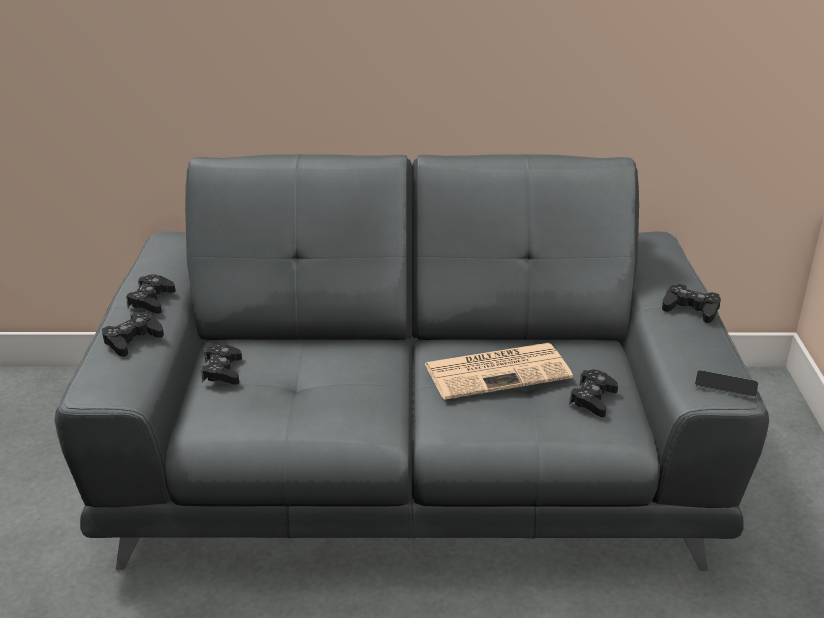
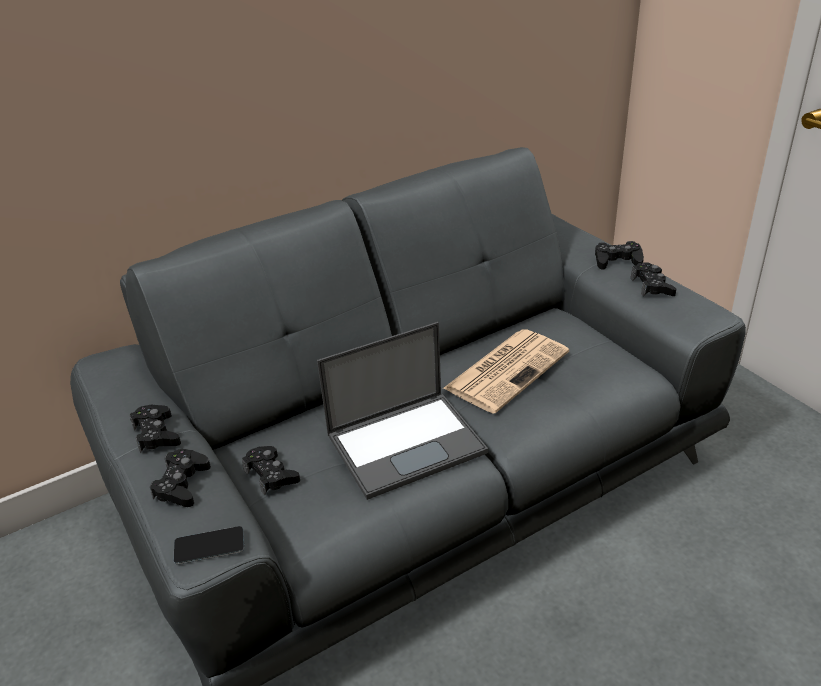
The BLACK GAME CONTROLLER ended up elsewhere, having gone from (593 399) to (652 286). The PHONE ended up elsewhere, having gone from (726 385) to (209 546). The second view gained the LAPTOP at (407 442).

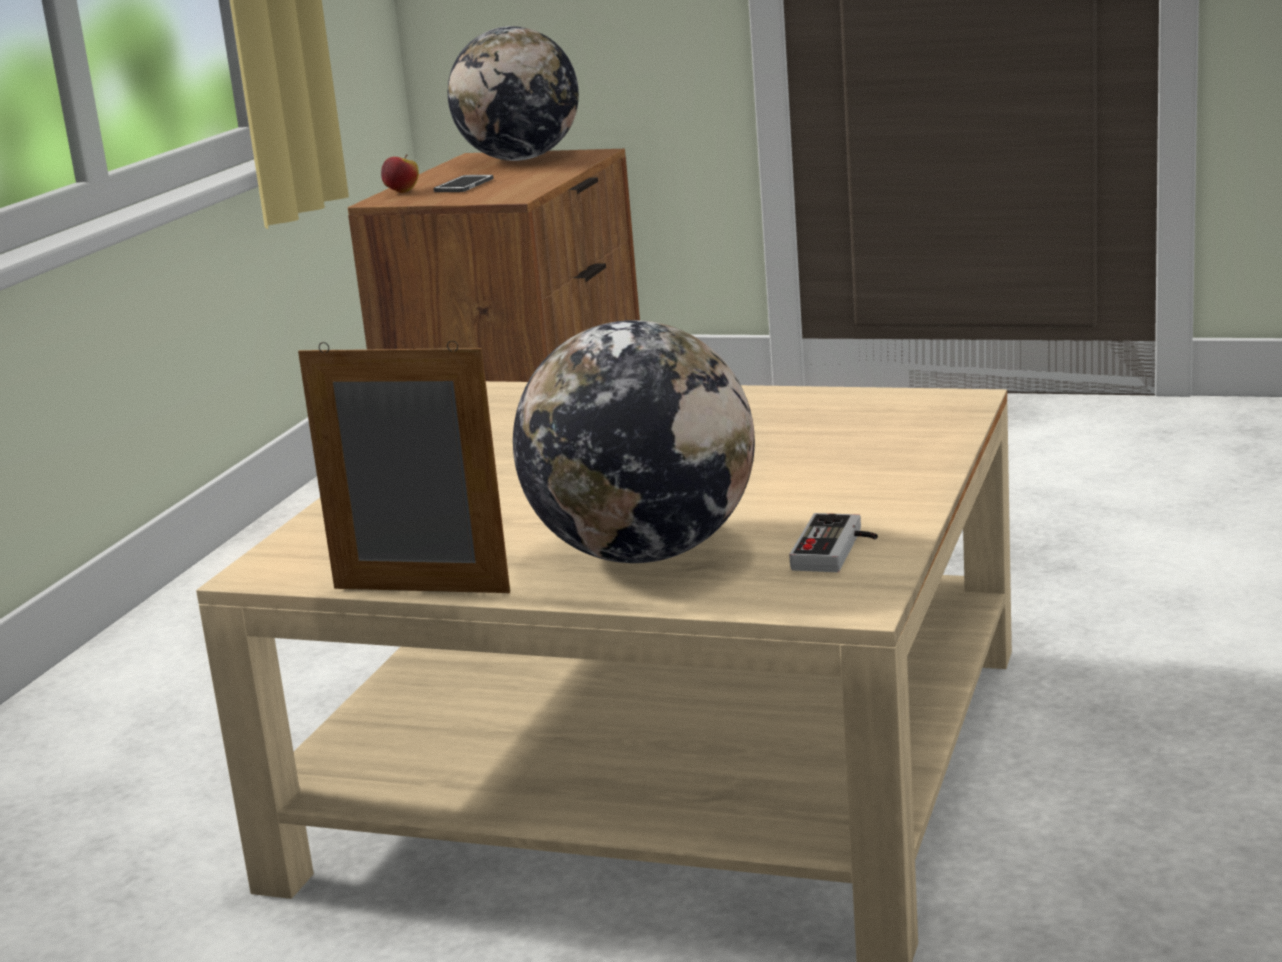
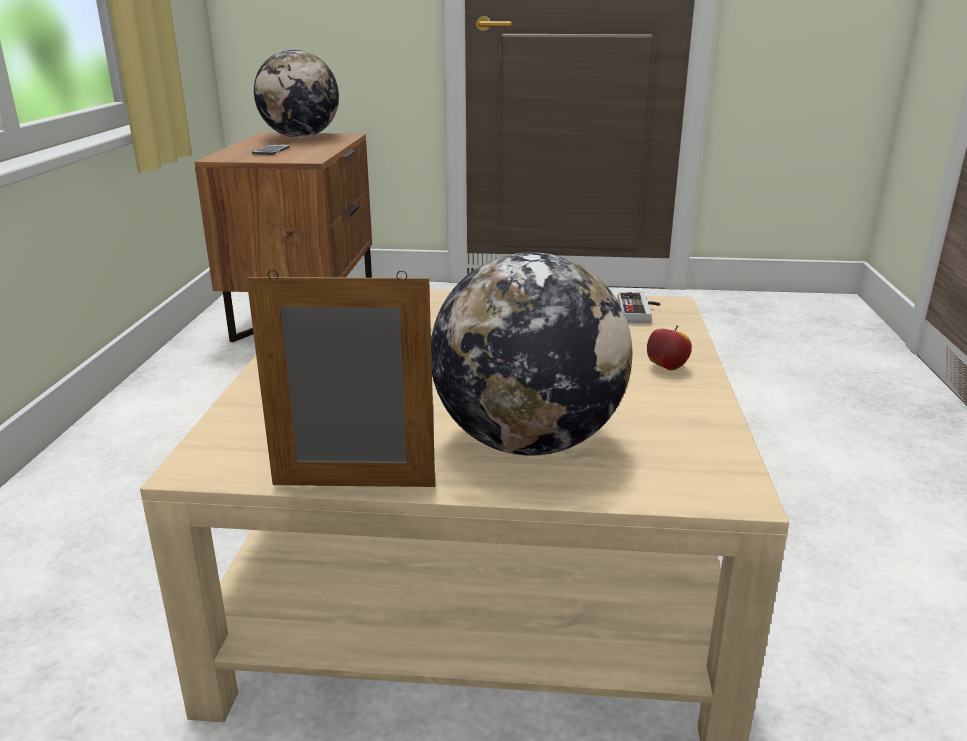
The APPLE ended up elsewhere, having gone from (402 192) to (666 367). The GAME CONTROLLER ended up elsewhere, having gone from (838 550) to (640 312).

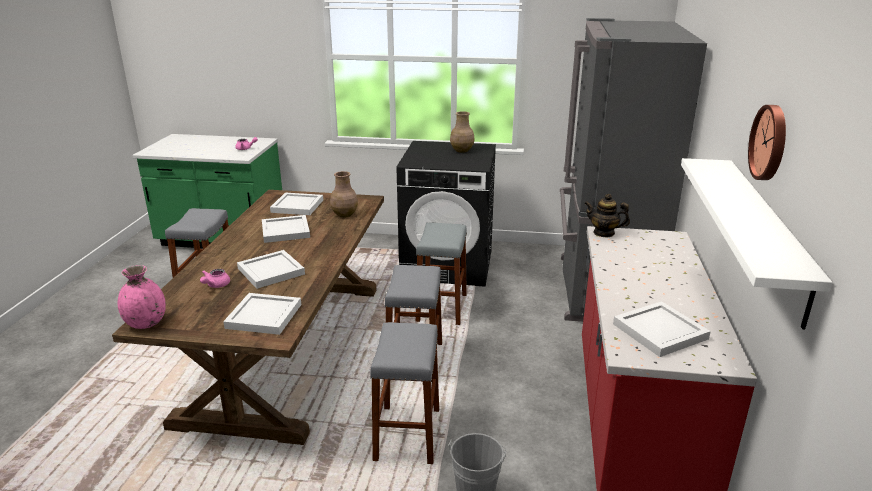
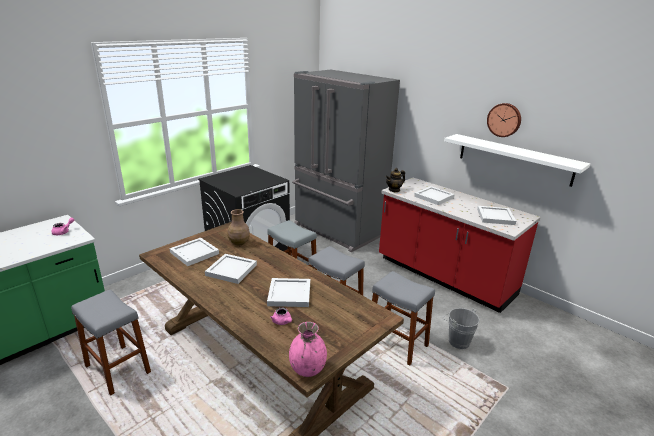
The WHITE TRAY ended up elsewhere, having gone from (262 316) to (434 197). The second view lost the BROWN VASE at (462 150).

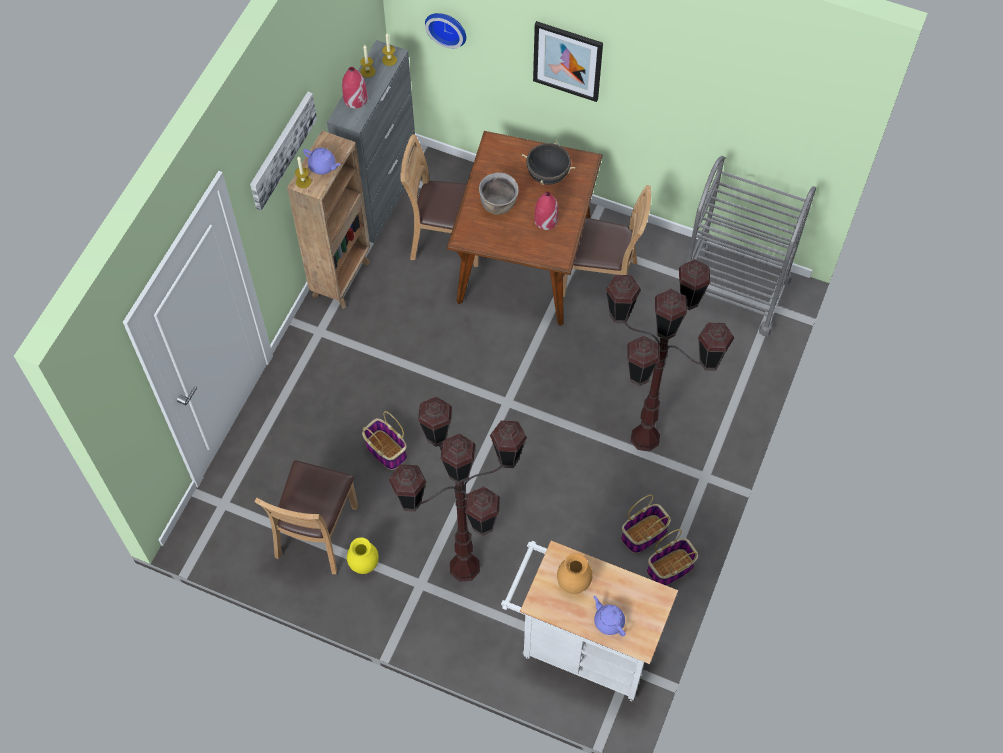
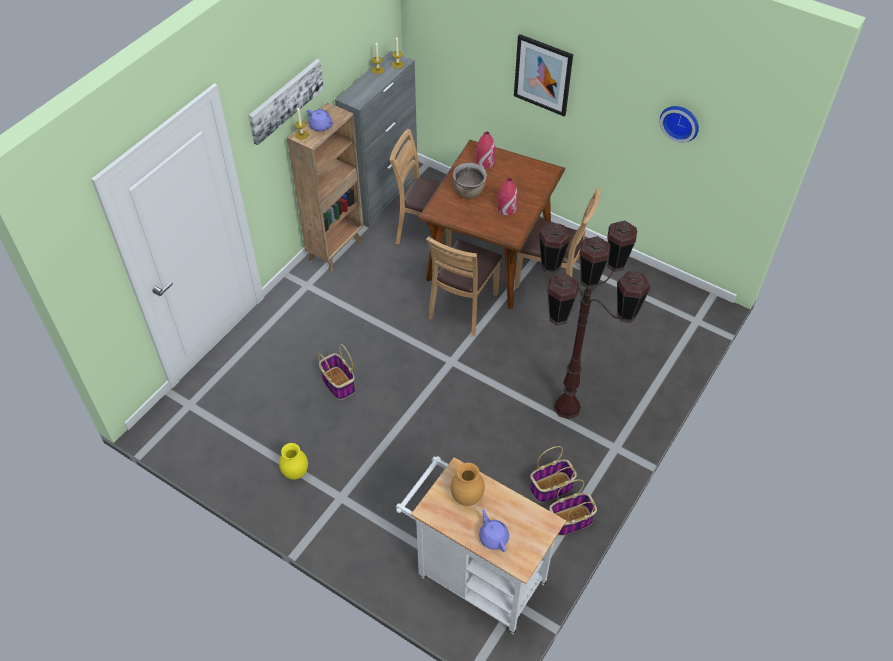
The BROWN CHAIR ended up elsewhere, having gone from (317 533) to (463 307). The RED VASE ended up elsewhere, having gone from (355 99) to (485 162). The second view lost the BROWN FLOOR LAMP at (465 567). The WALL CLOCK ended up elsewhere, having gone from (447 27) to (680 122). The second view lost the BLACK COOKING POT at (547 175). The second view lost the GREY CART at (733 290).

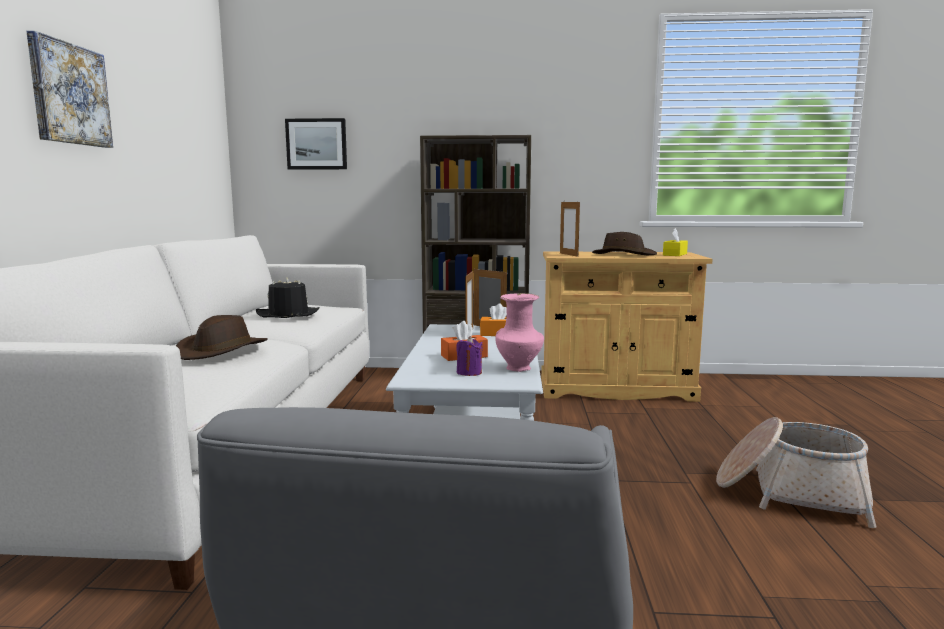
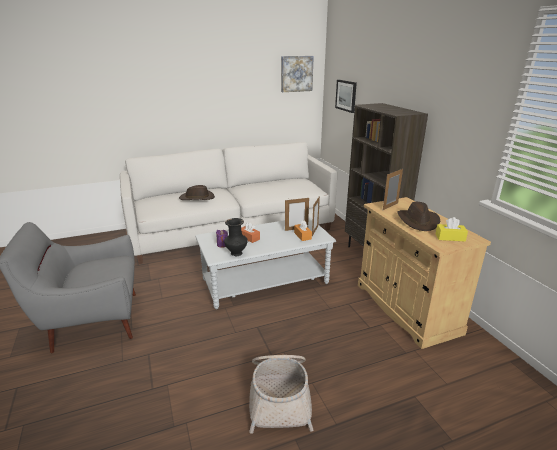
The PICTURE ended up elsewhere, having gone from (69 94) to (296 73). The second view lost the BLACK HAT at (288 314). What was the PINK VASE at (519 368) turned into the BLACK VASE at (236 254).

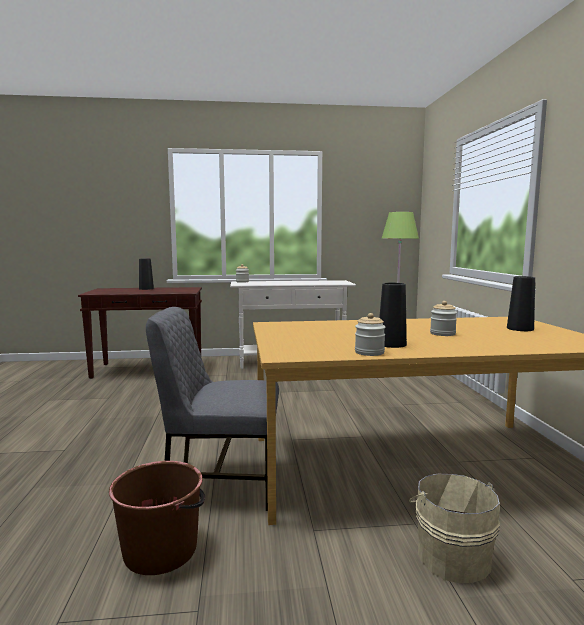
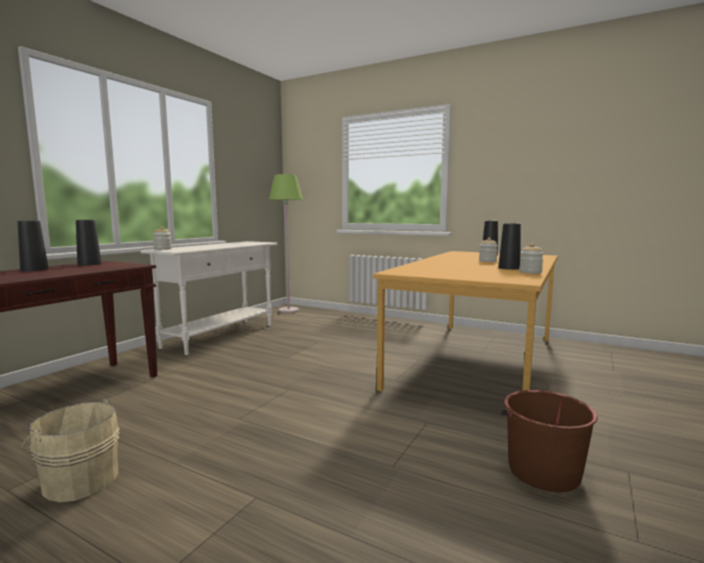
The second view lost the GREY CHAIR at (221 482). The BEIGE BUCKET ended up elsewhere, having gone from (451 556) to (79 480). The second view gained the BLACK VASE at (89 264).

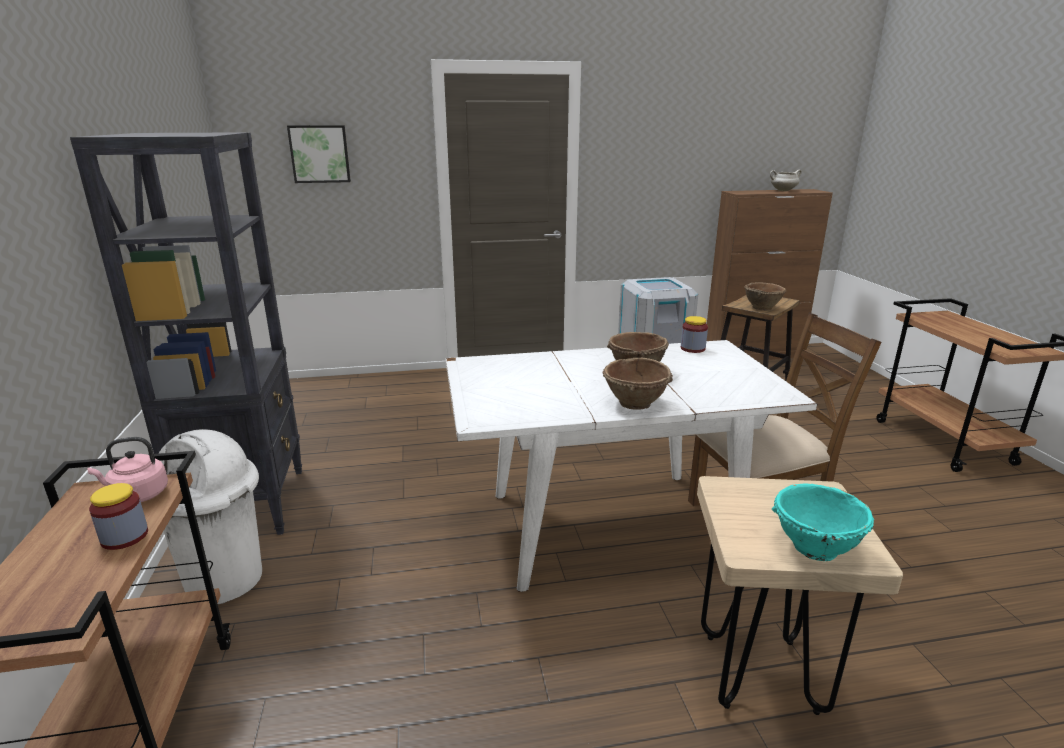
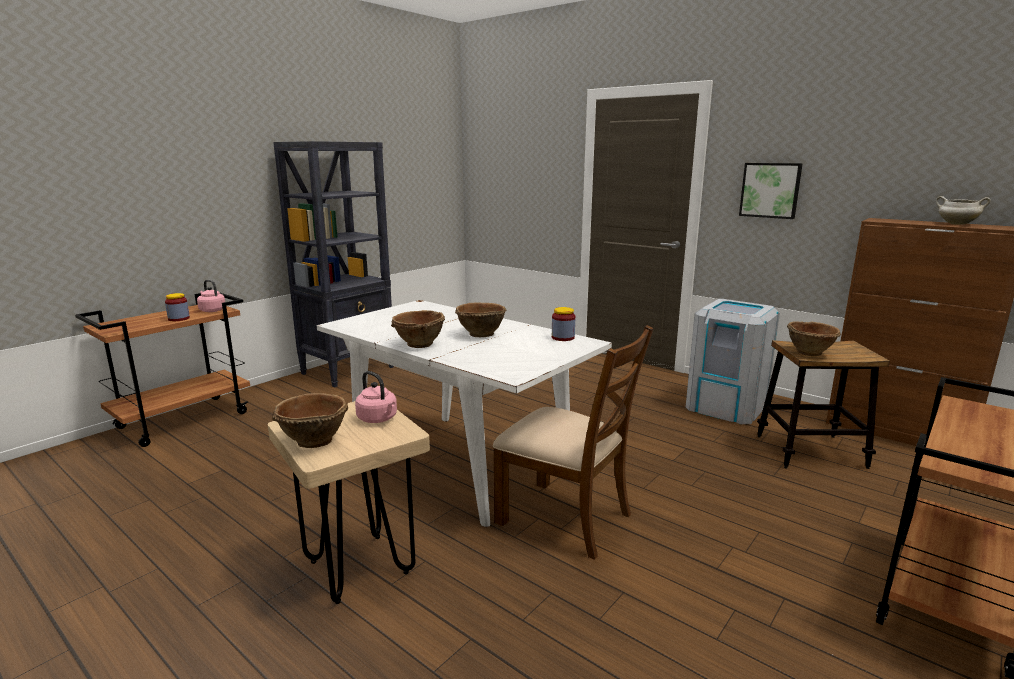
The second view lost the WHITE TRASH CAN at (226 581). The PICTURE ended up elsewhere, having gone from (320 154) to (770 190). What was the TURQUOISE BOWL at (814 548) turned into the BROWN BOWL at (313 440). The second view gained the PINK KETTLE at (378 419).

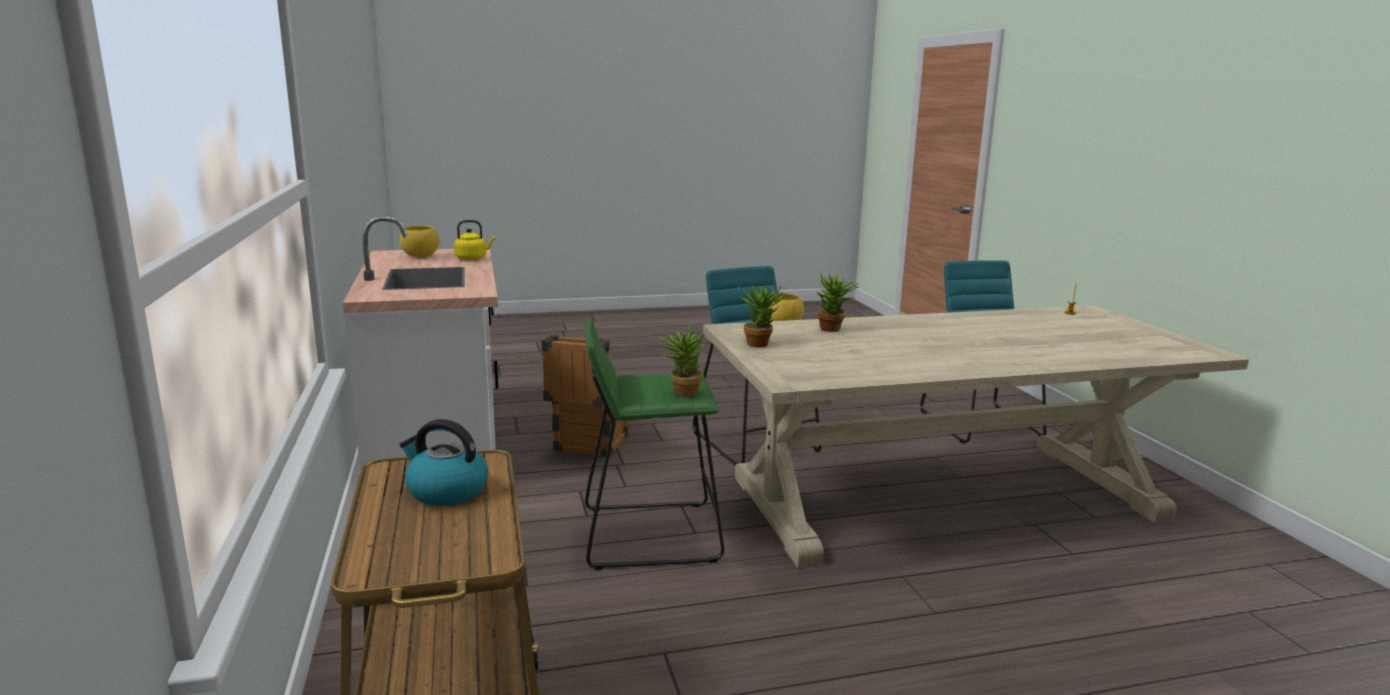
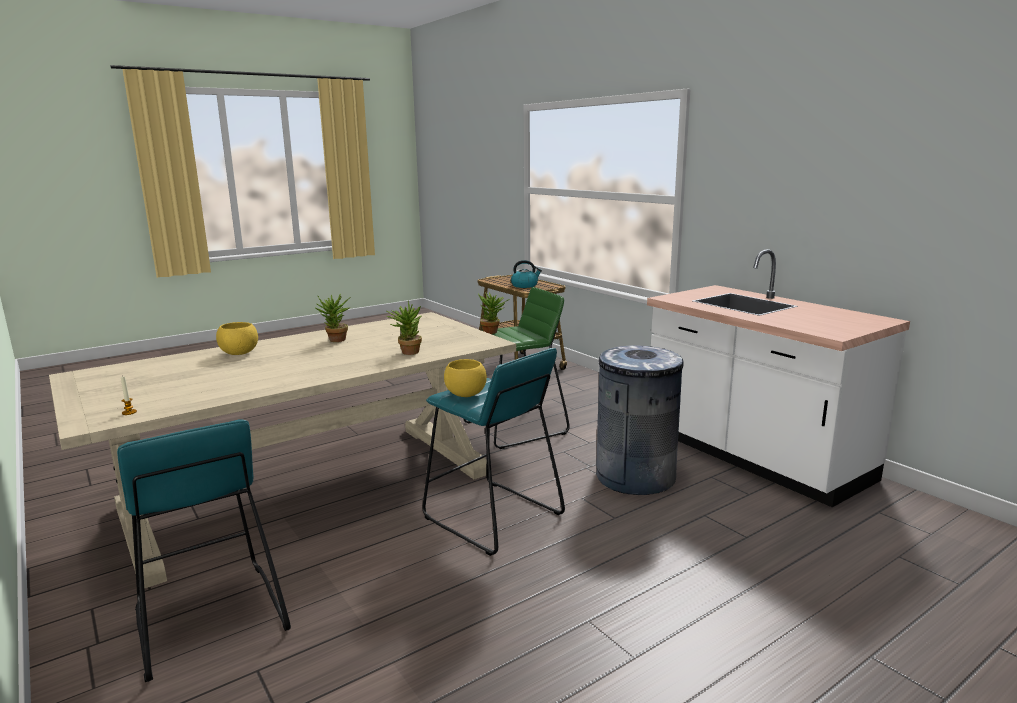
The YELLOW BOWL ended up elsewhere, having gone from (420 256) to (239 353). The second view lost the YELLOW KETTLE at (472 258). Where the CRATE stood at (587 446), the GREY TRASH CAN came to stand at (635 477). The POTTED PLANT ended up elsewhere, having gone from (760 343) to (335 341).

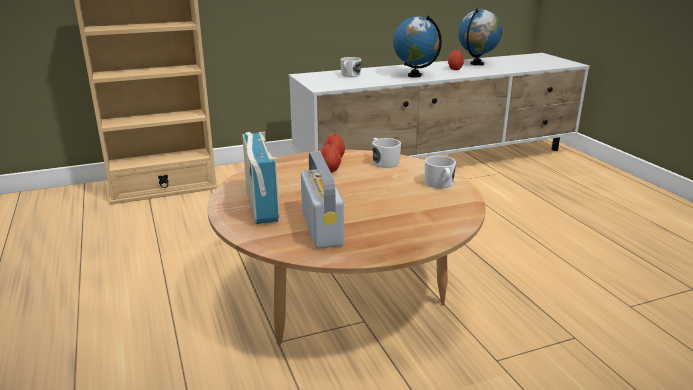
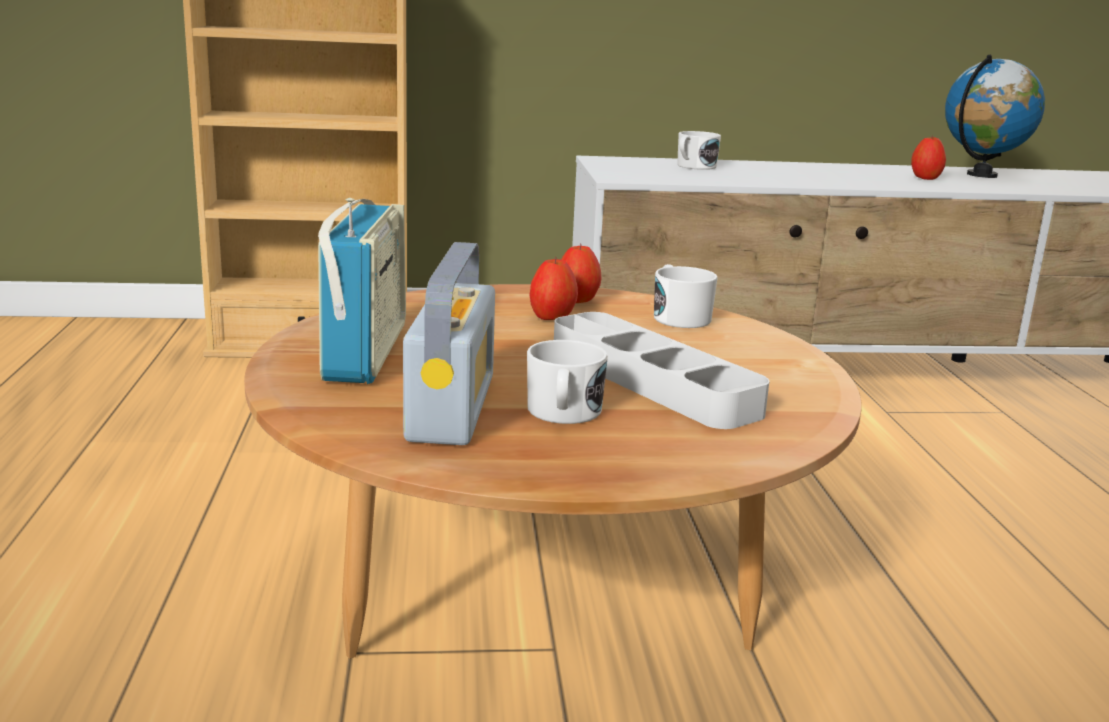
The second view lost the GLOBE at (415 75). The WHITE MUG ended up elsewhere, having gone from (440 184) to (563 414). The second view gained the GREY TRAY at (651 381).

